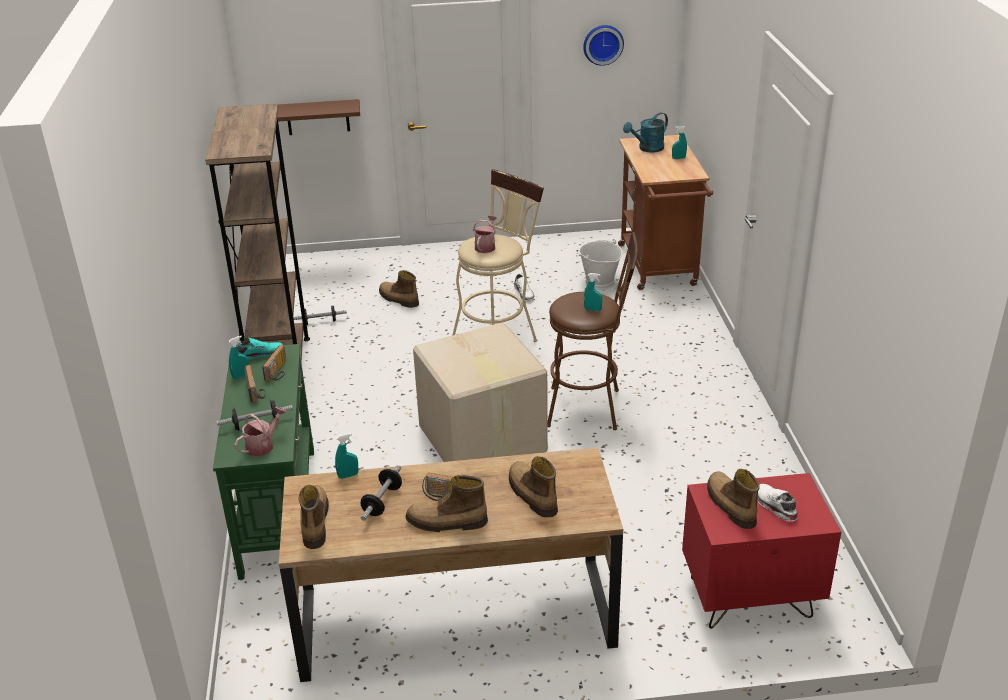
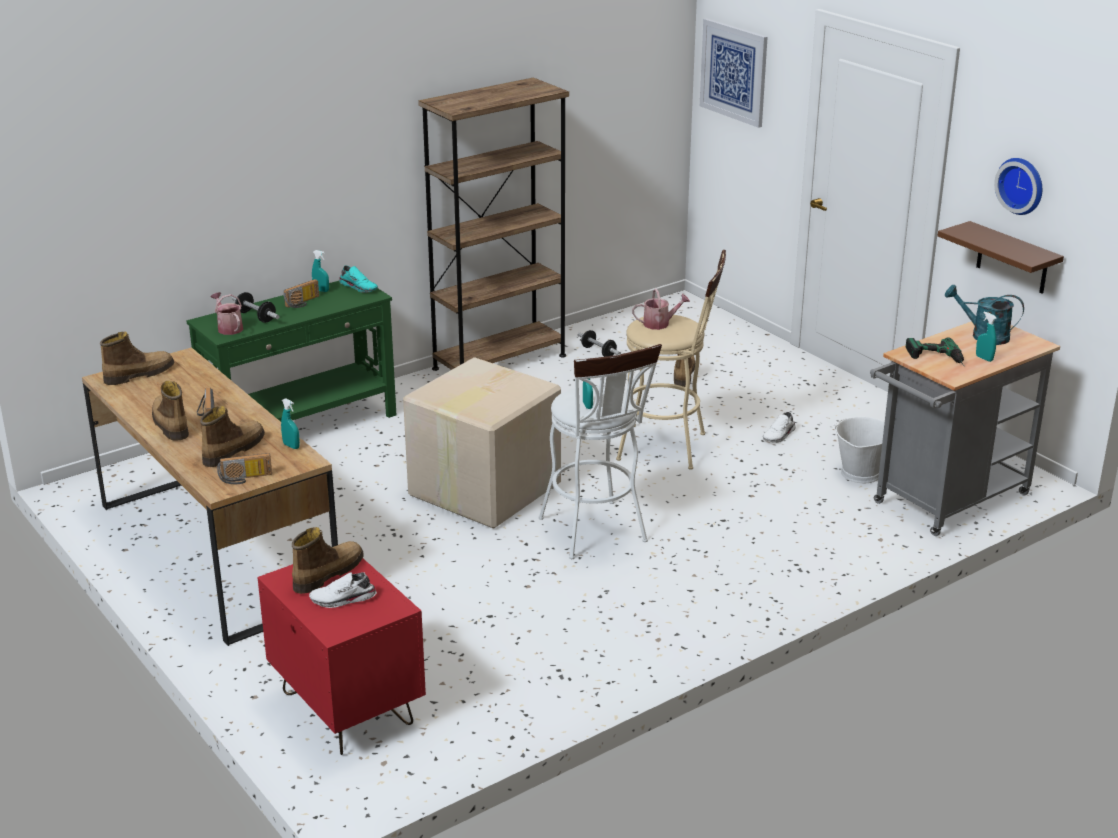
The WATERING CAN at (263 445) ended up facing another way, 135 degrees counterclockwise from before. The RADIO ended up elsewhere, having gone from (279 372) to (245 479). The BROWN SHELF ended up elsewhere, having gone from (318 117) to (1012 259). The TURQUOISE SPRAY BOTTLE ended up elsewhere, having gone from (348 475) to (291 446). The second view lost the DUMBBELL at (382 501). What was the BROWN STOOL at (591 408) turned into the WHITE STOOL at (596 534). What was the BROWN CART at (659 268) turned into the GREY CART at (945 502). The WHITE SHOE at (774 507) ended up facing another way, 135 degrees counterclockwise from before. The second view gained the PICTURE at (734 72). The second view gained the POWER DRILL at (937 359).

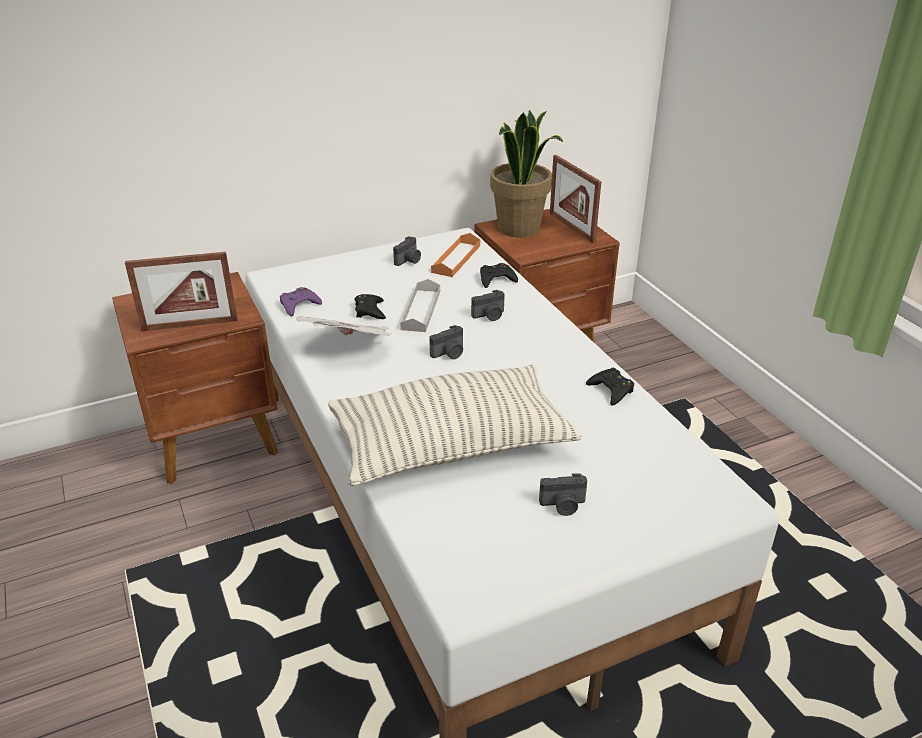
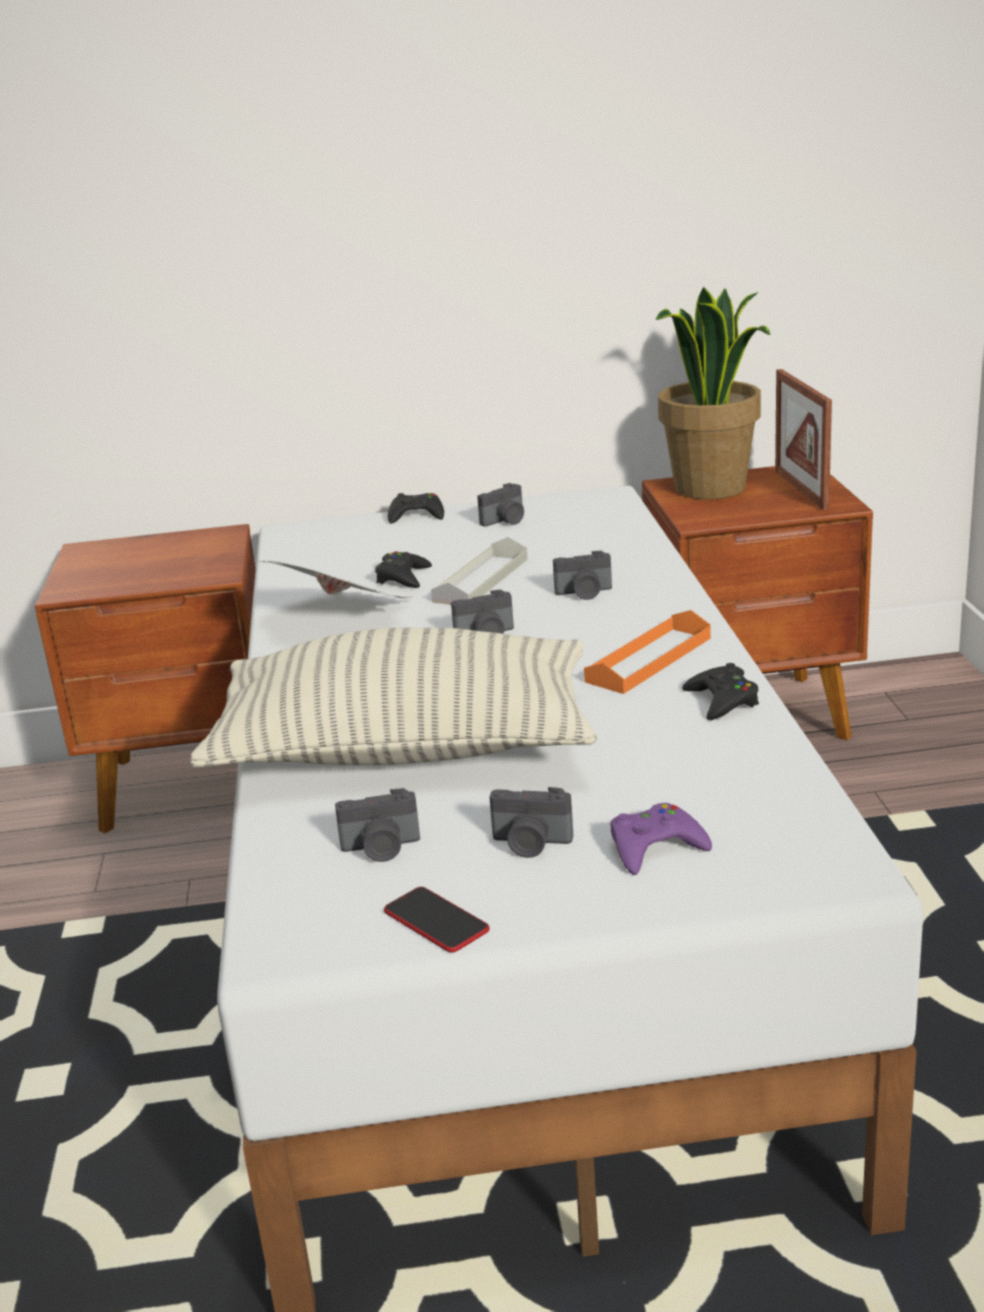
The second view lost the PICTURE FRAME at (190 325). The PURPLE GAME CONTROLLER ended up elsewhere, having gone from (299 305) to (655 847). The ORANGE TRAY ended up elsewhere, having gone from (456 259) to (649 659). The BLACK GAME CONTROLLER ended up elsewhere, having gone from (496 279) to (416 515). The second view gained the PHOTO CAMERA at (381 848). The second view gained the PHONE at (436 921).

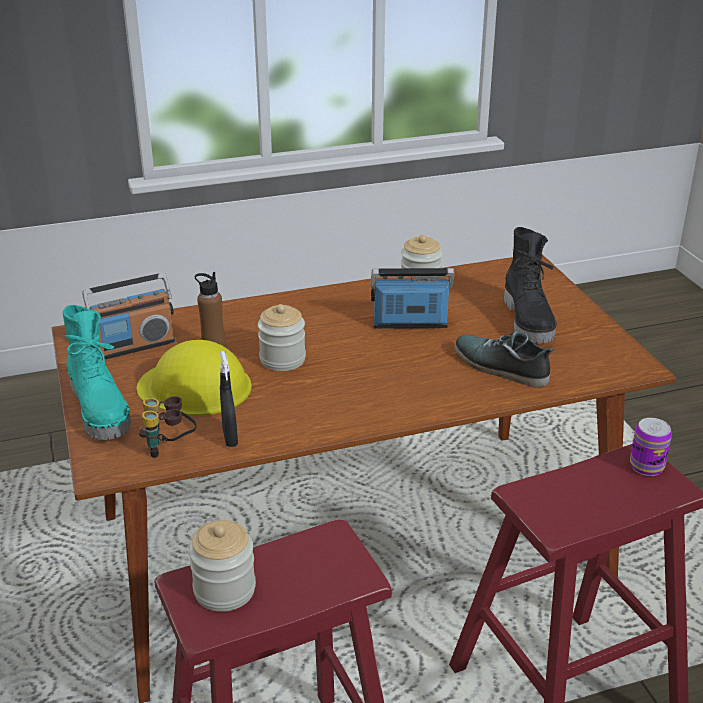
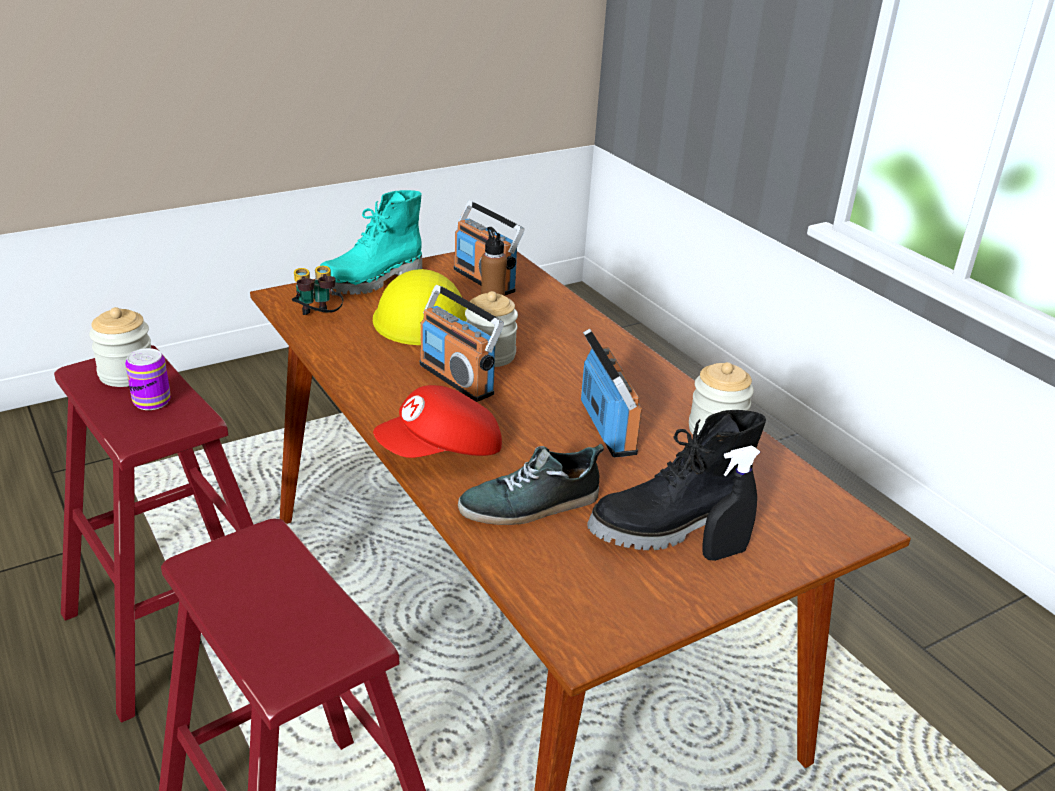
The BLACK SPRAY BOTTLE ended up elsewhere, having gone from (230 438) to (723 553). The SHOE at (500 367) ended up facing another way, 135 degrees counterclockwise from before. The CAN ended up elsewhere, having gone from (646 466) to (152 401). The second view gained the RED CAP at (441 452). The second view gained the RADIO at (457 379).

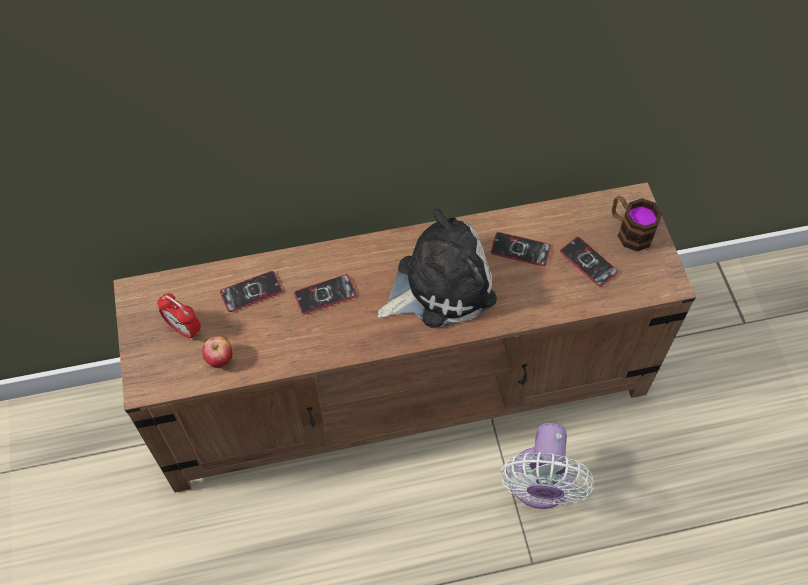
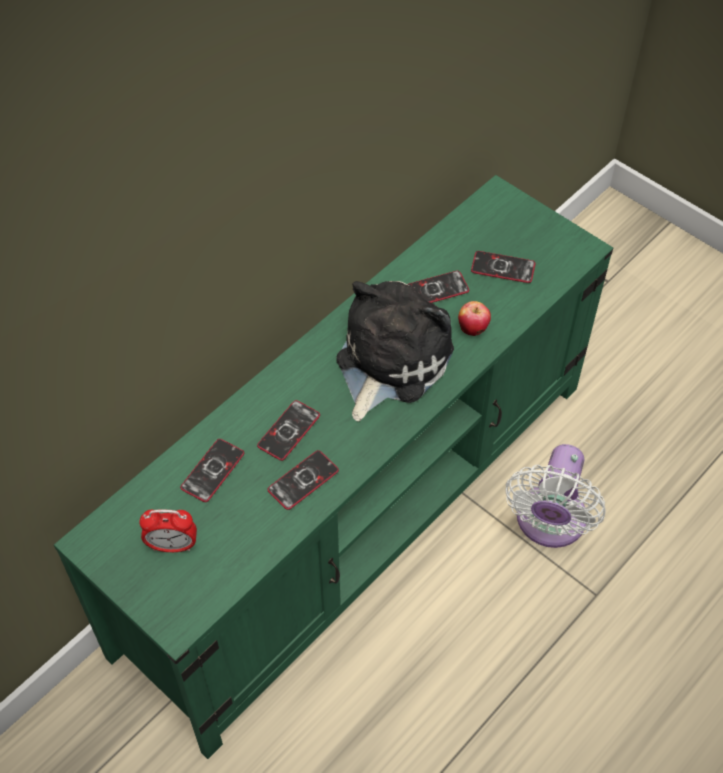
What was the BROWN TV STAND at (405 387) turned into the GREEN TV STAND at (360 512). The APPLE ended up elsewhere, having gone from (220 359) to (473 329). The WHITE FAN at (539 485) ended up facing another way, 45 degrees clockwise from before. The second view lost the MUG at (629 231). The second view gained the PHONE at (303 480).

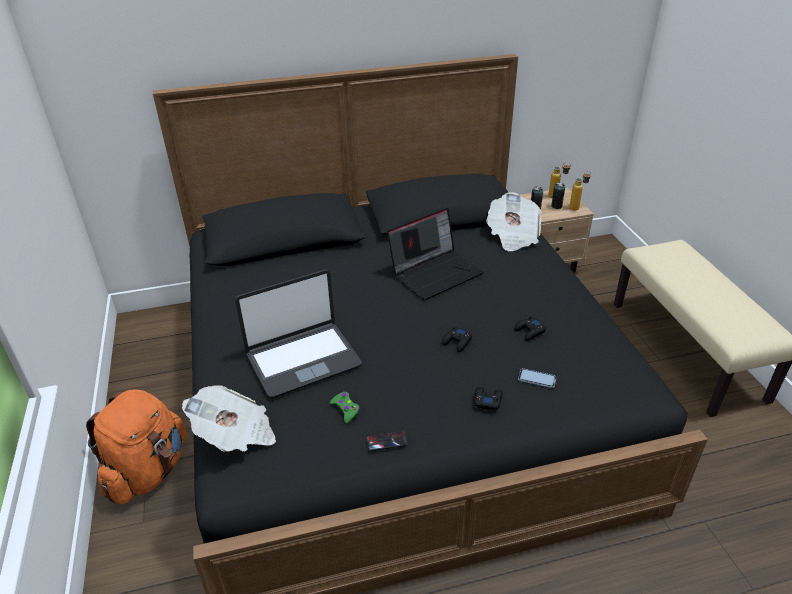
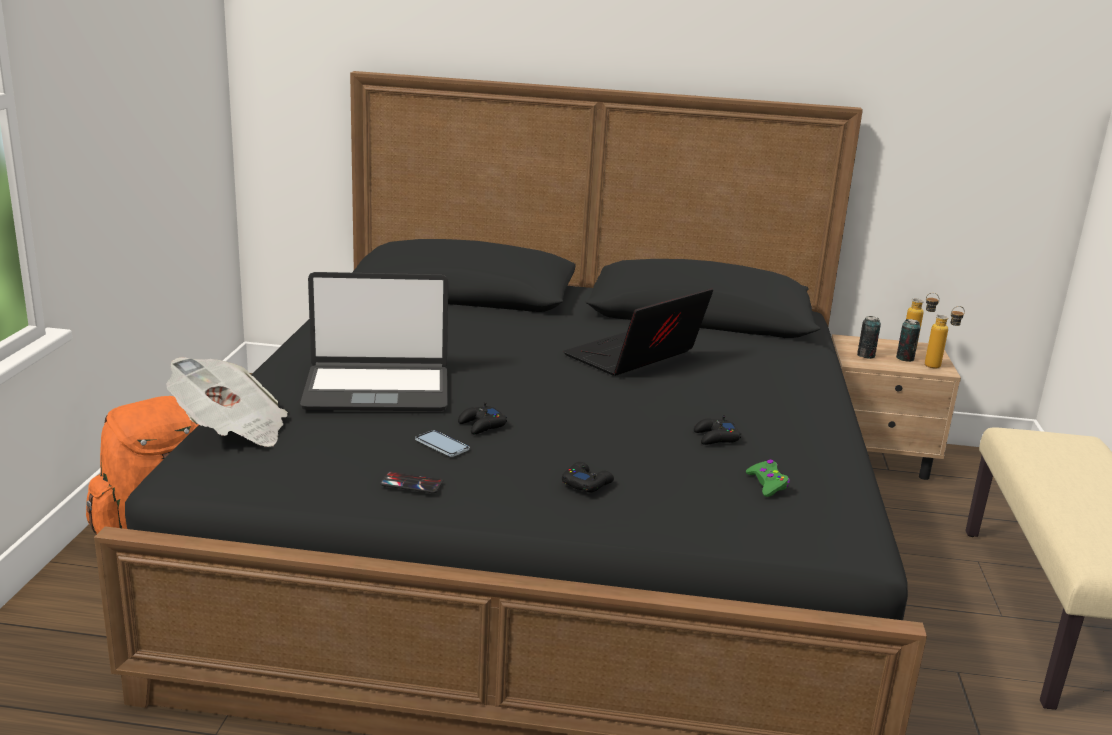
The GREEN GAME CONTROLLER ended up elsewhere, having gone from (345 409) to (767 484). The LAPTOP at (436 272) ended up facing another way, 150 degrees clockwise from before. The BLACK GAME CONTROLLER ended up elsewhere, having gone from (457 342) to (482 425). The second view lost the NEWSPAPER at (512 236). The PHONE ended up elsewhere, having gone from (537 379) to (442 445).

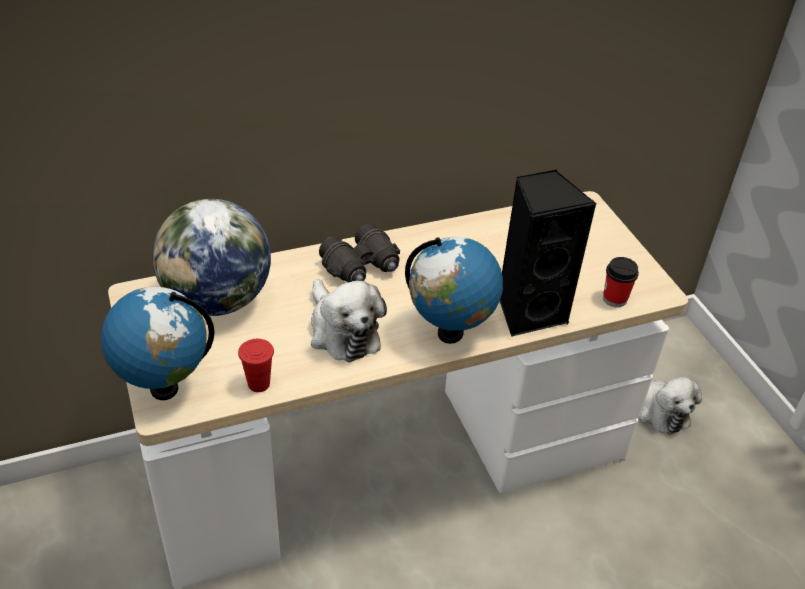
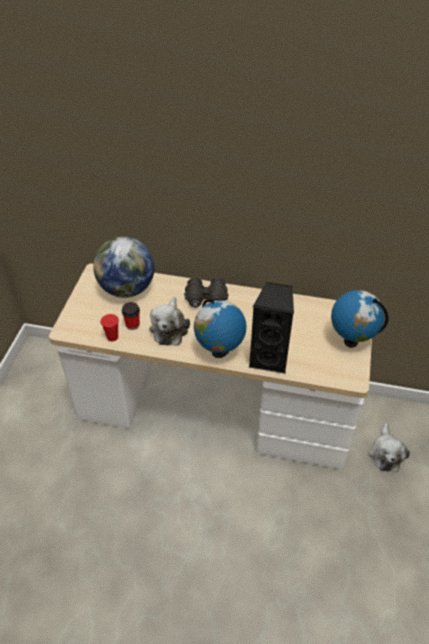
The GLOBE ended up elsewhere, having gone from (164 387) to (351 341). The CUP ended up elsewhere, having gone from (614 299) to (132 325).

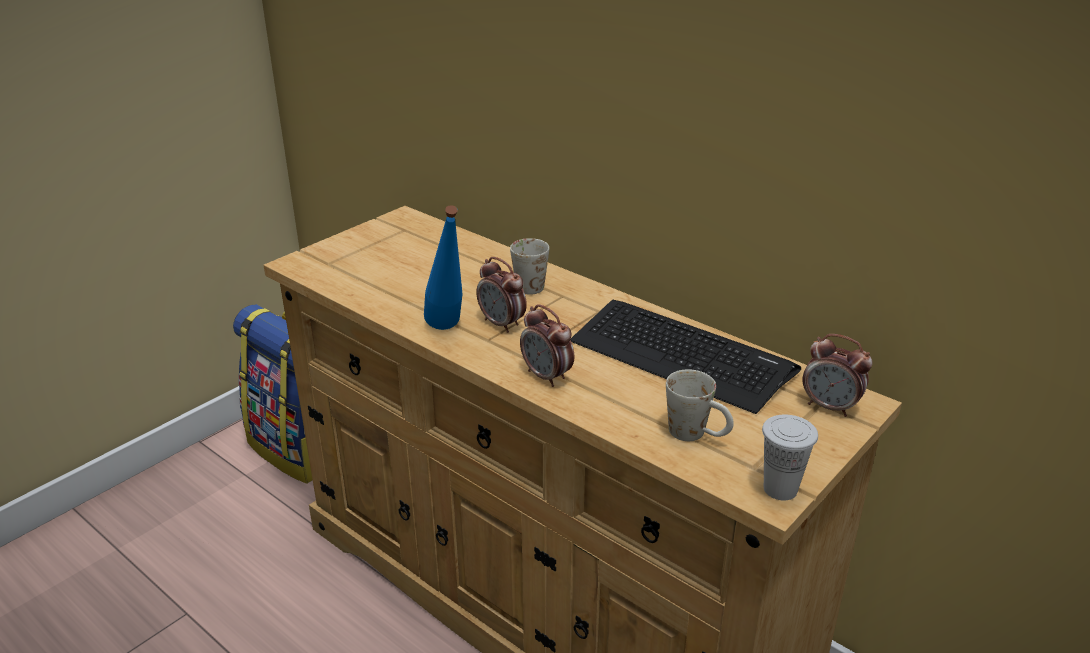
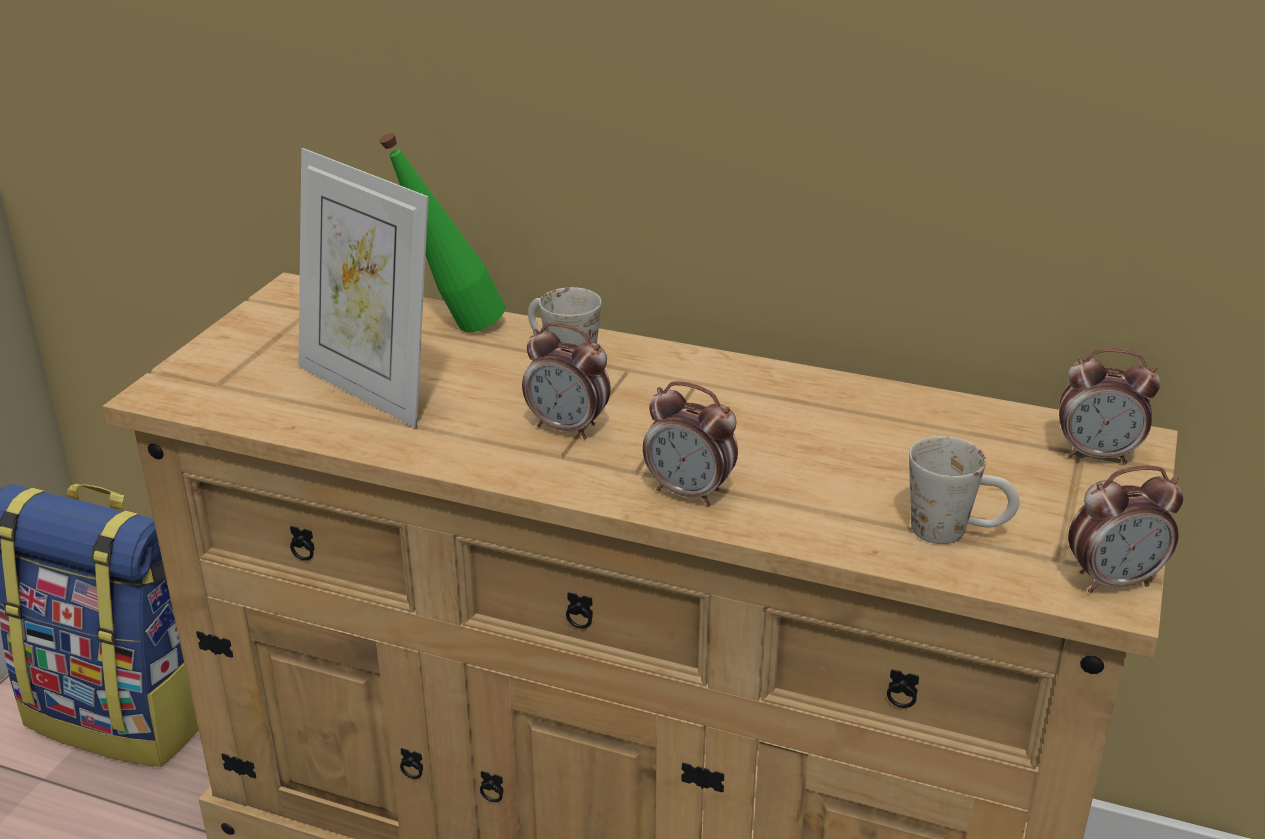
The second view lost the BLUE BOTTLE at (448 331). The second view lost the KEYBOARD at (681 355). Where the WHITE CUP stood at (780 489), the ALARM CLOCK came to stand at (1113 581). The second view gained the PICTURE FRAME at (370 388). The second view gained the GREEN BOTTLE at (452 329).

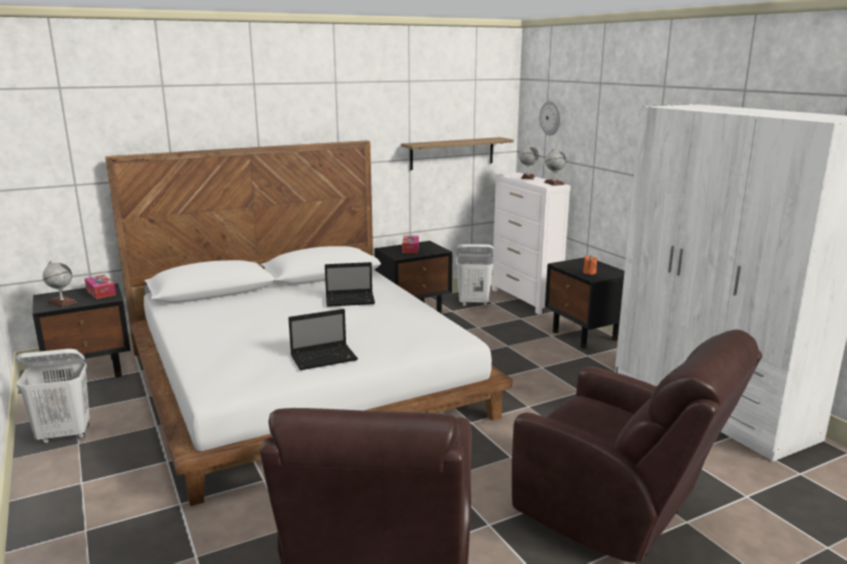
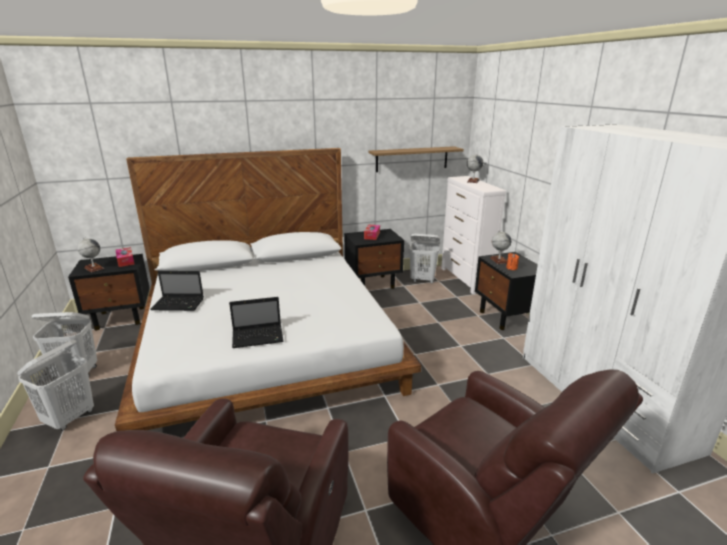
The LAPTOP ended up elsewhere, having gone from (351 300) to (179 304). The second view lost the WALL CLOCK at (550 118). The GLOBE ended up elsewhere, having gone from (554 183) to (499 260). The second view gained the WHITE LAUNDRY BASKET at (70 418).

